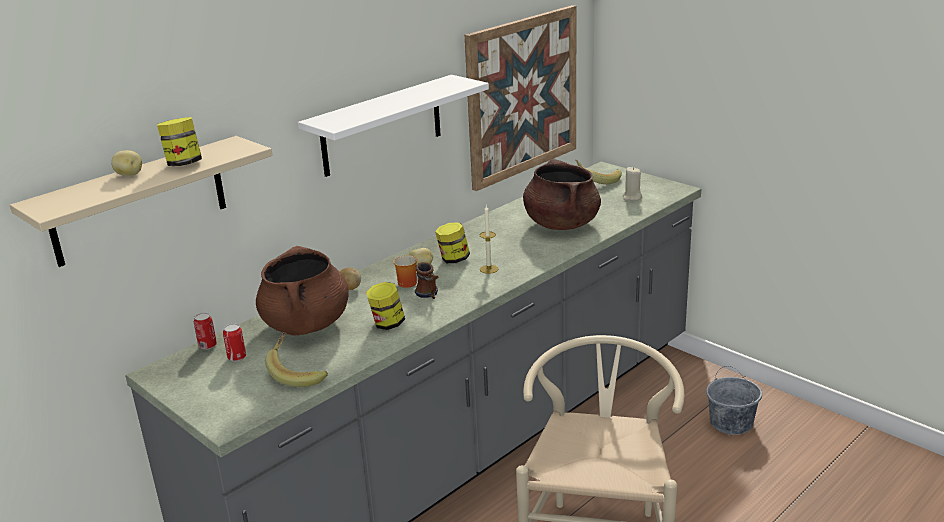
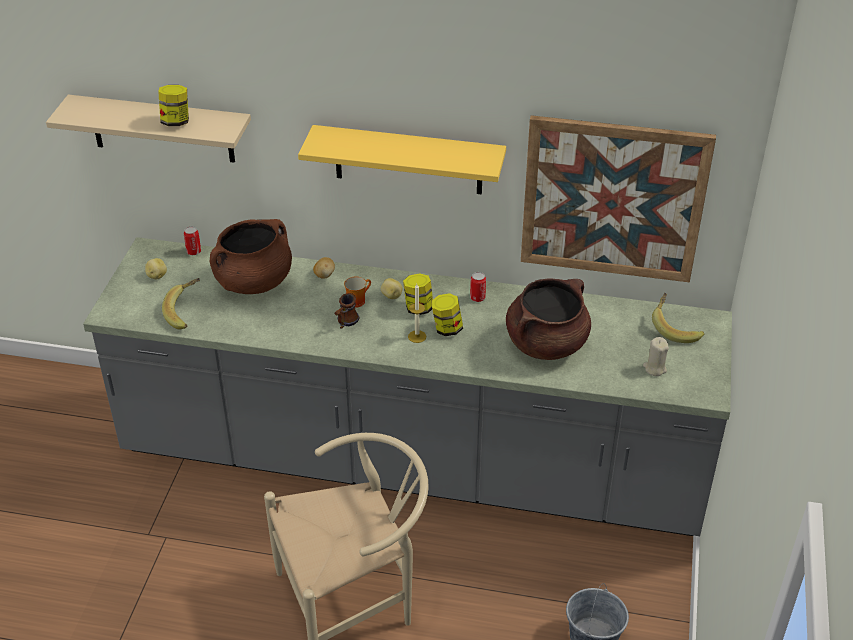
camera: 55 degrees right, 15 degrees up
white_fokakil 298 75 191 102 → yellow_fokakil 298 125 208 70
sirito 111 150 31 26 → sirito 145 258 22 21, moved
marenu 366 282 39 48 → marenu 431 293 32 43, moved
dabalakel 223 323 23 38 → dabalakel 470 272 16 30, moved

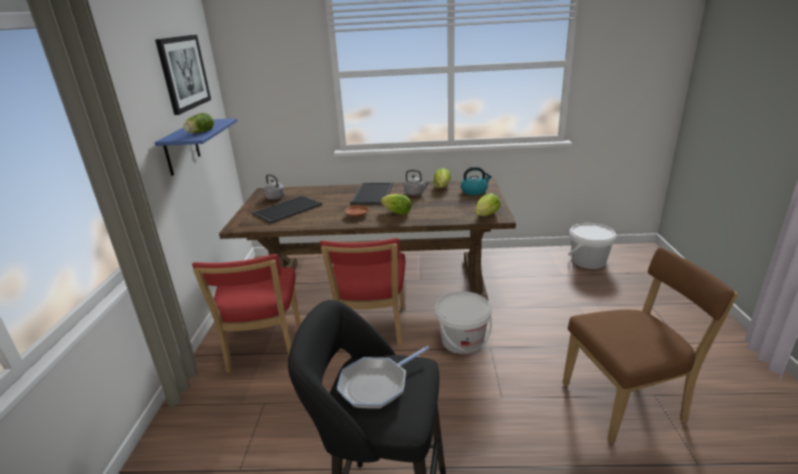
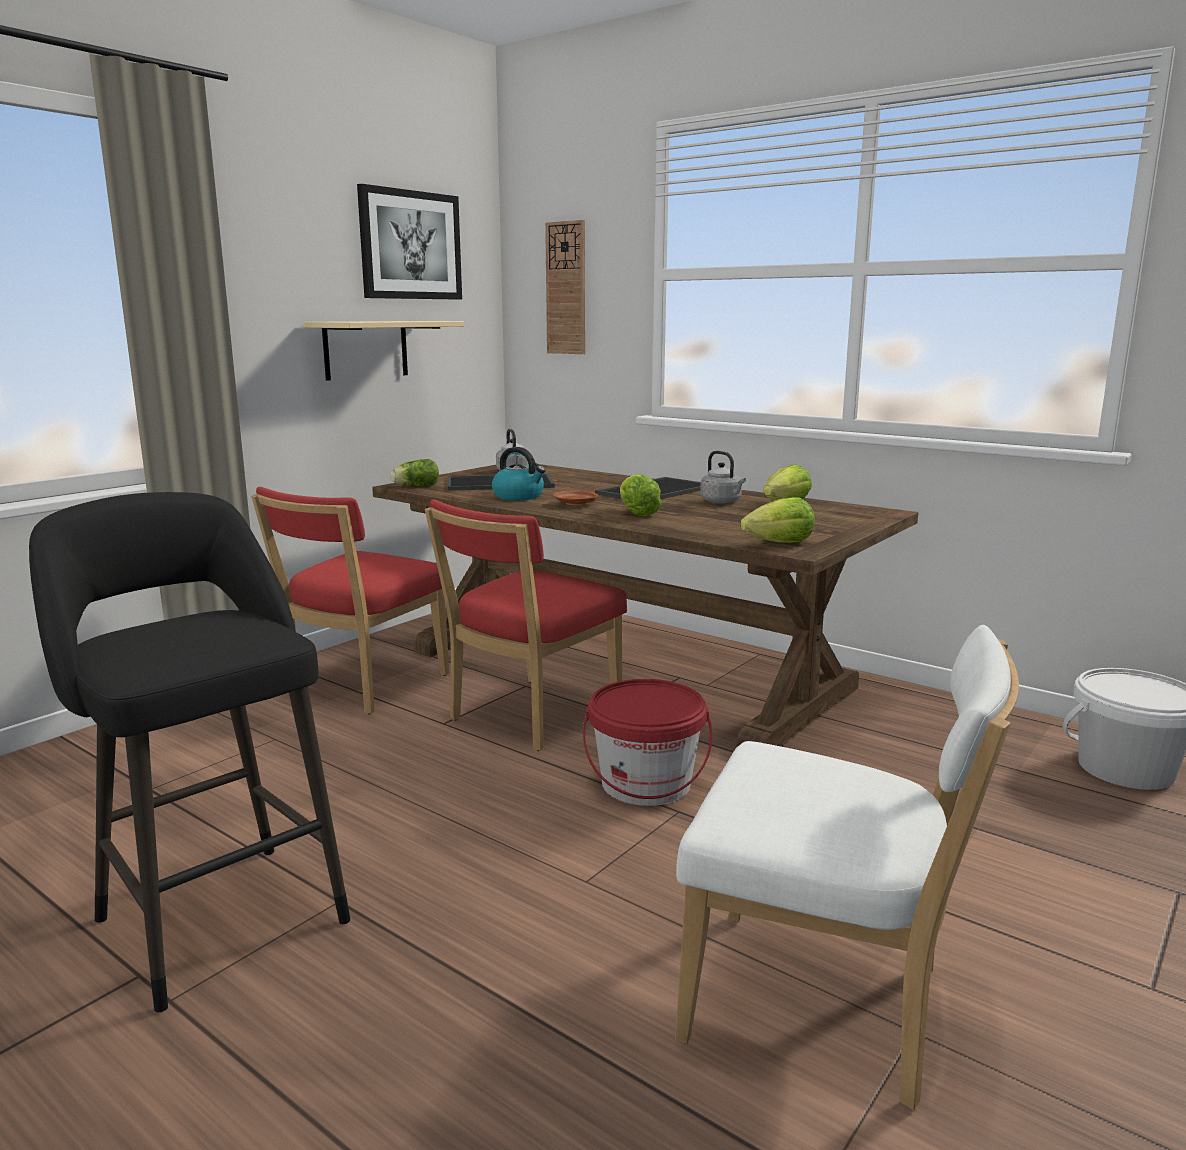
camera: 35 degrees right, 10 degrees down
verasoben 184 113 30 20 → verasoben 390 459 49 27, moved
blue_fokakil 155 118 82 58 → beige_fokakil 303 321 161 60
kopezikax 461 167 31 28 → kopezikax 492 447 54 53, moved
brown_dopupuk 563 247 175 197 → white_dopupuk 675 625 344 485
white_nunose 435 291 57 63 → red_nunose 583 679 129 127
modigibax 337 346 92 63 → -
- → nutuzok 545 220 40 134

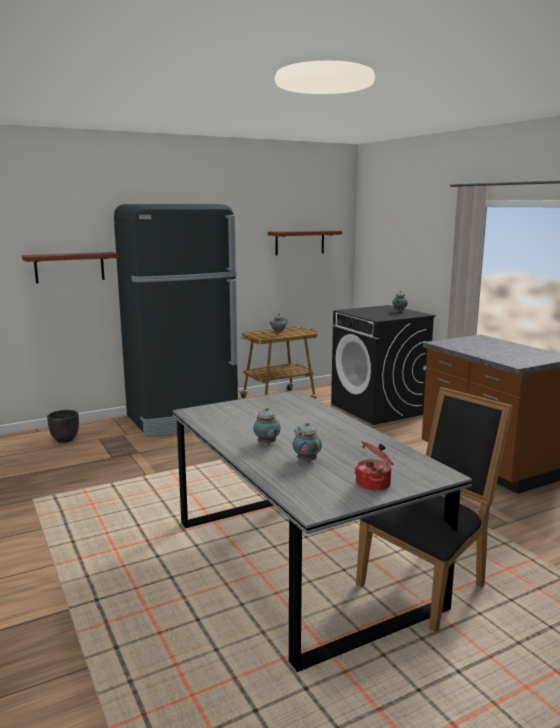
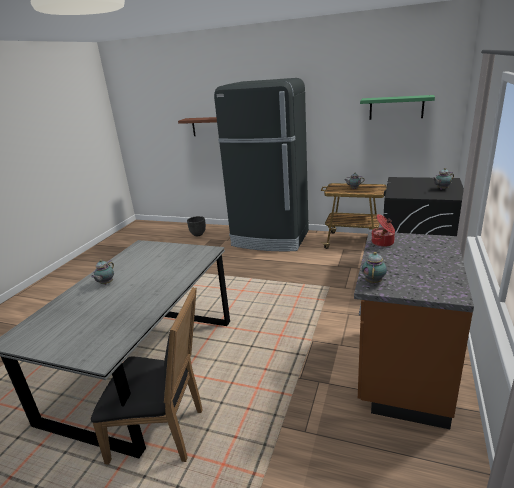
camera: 50 degrees right, 10 degrees up
brown_fokakil 268 230 74 26 → green_fokakil 360 95 75 25
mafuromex 293 422 29 41 → mafuromex 362 252 25 32, moved
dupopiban 355 441 38 50 → dupopiban 372 214 23 33, moved

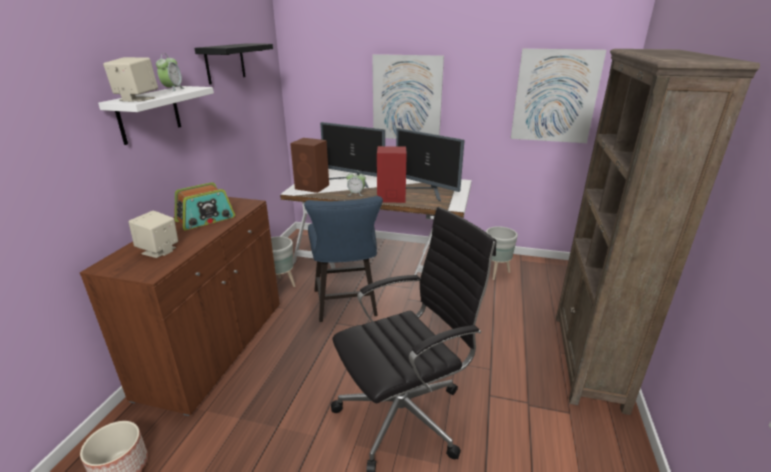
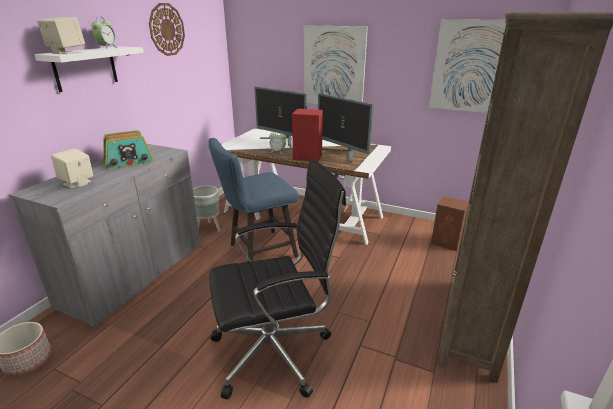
camera: 10 degrees right, 0 degrees up
black_fokakil 195 43 78 42 → nutuzok 149 3 36 53
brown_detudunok 290 138 39 55 → brown_detudunok 431 196 38 55, moved
blue_dopupuk 304 196 79 126 → blue_dopupuk 208 138 91 124, 60 degrees clockwise
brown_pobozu 80 197 200 219 → grey_pobozu 8 144 193 183
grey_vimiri 486 226 32 54 → -

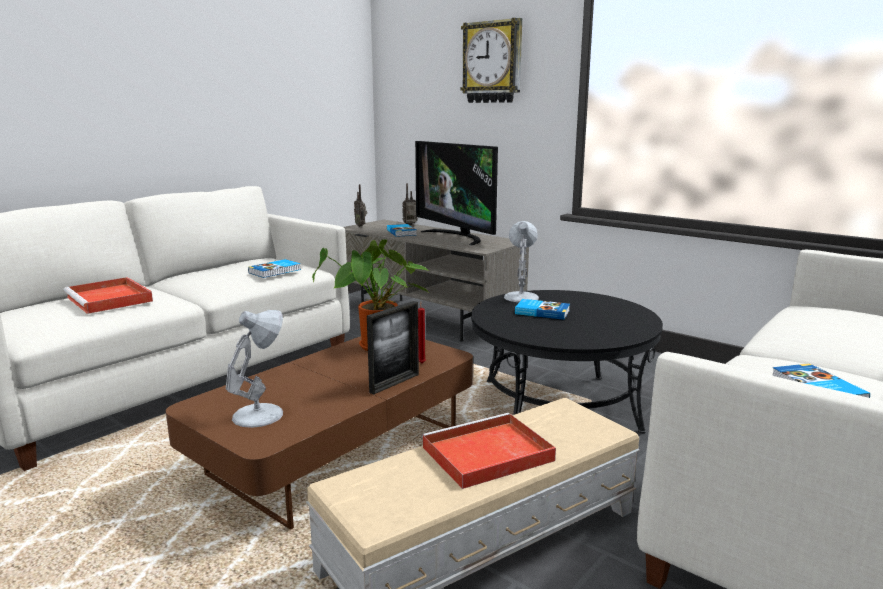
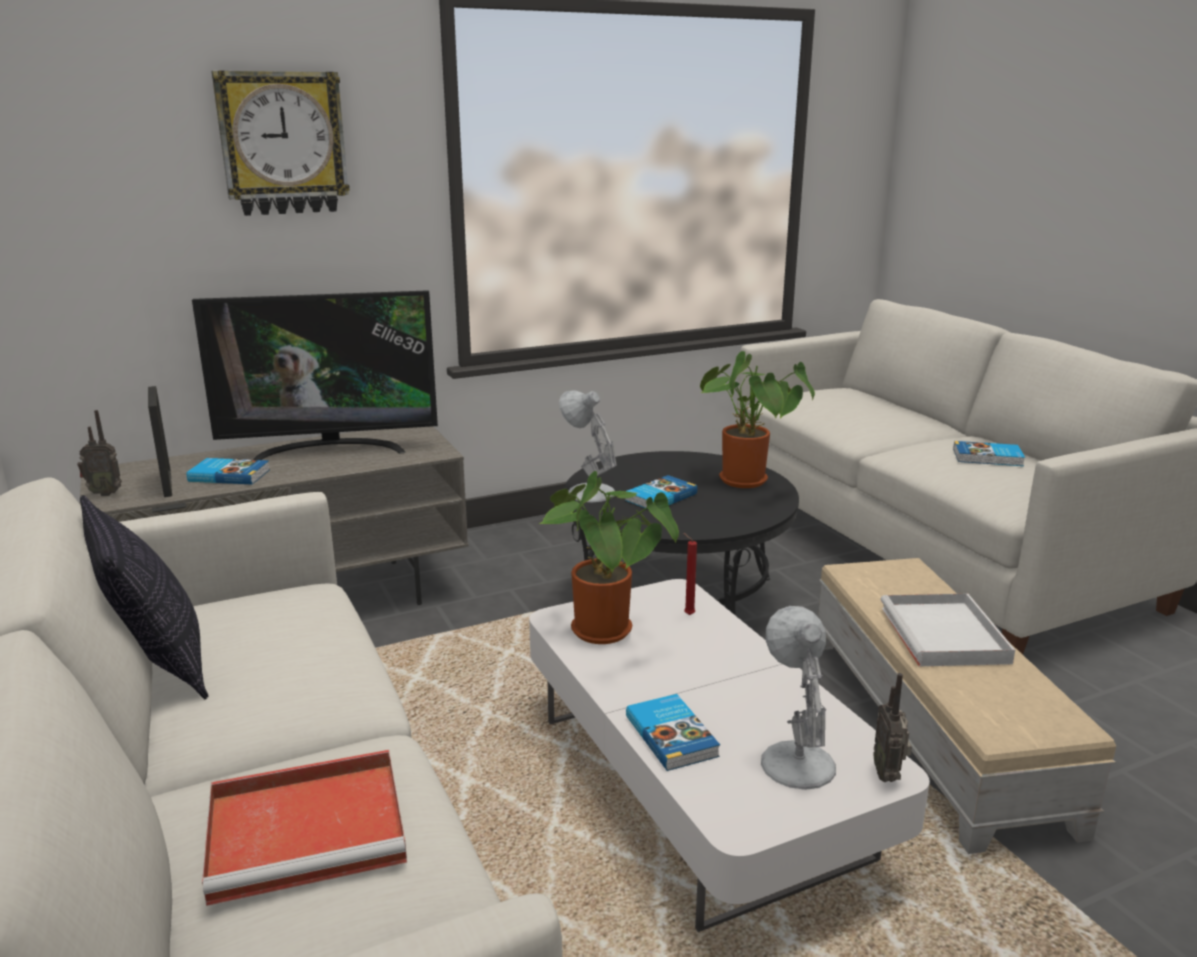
camera: 65 degrees left, 5 degrees up
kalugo 402 183 16 42 → kalugo 873 673 39 109, moved
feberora 248 259 53 19 → feberora 626 694 94 77, moved
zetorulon 367 301 52 94 → zetorulon 148 386 24 111, moved
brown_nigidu 166 336 307 194 → white_nigidu 529 579 401 353
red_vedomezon 421 413 135 76 → white_vedomezon 881 594 134 72
- → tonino 700 351 115 137
- → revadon 80 495 128 204

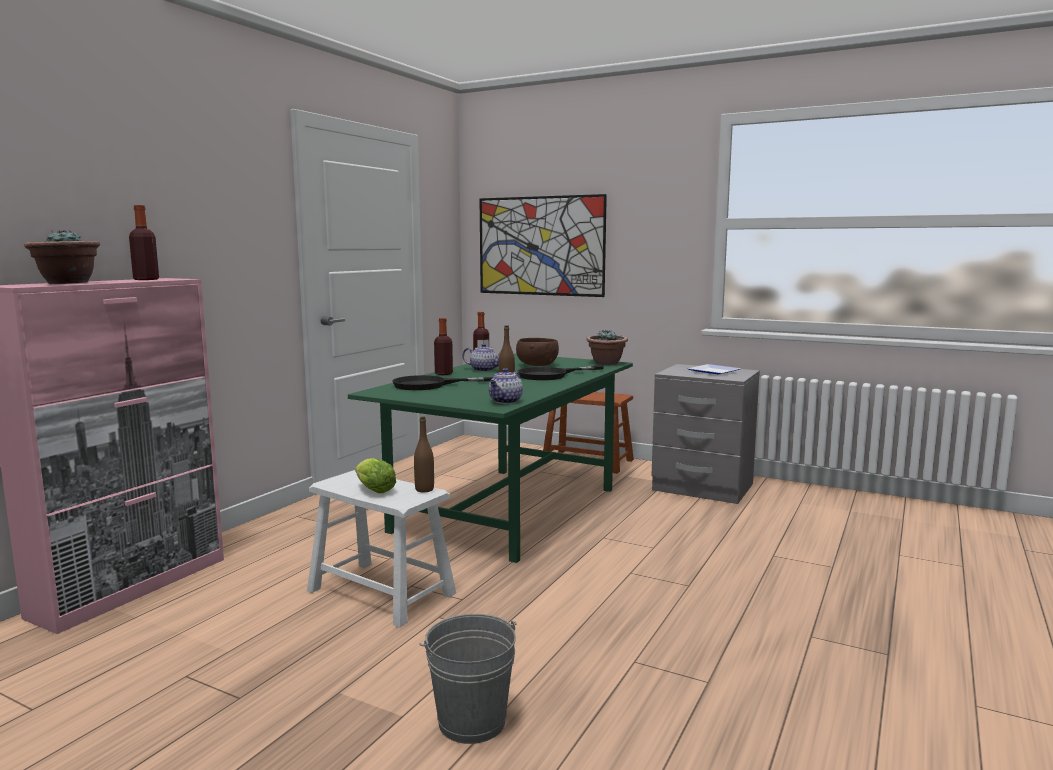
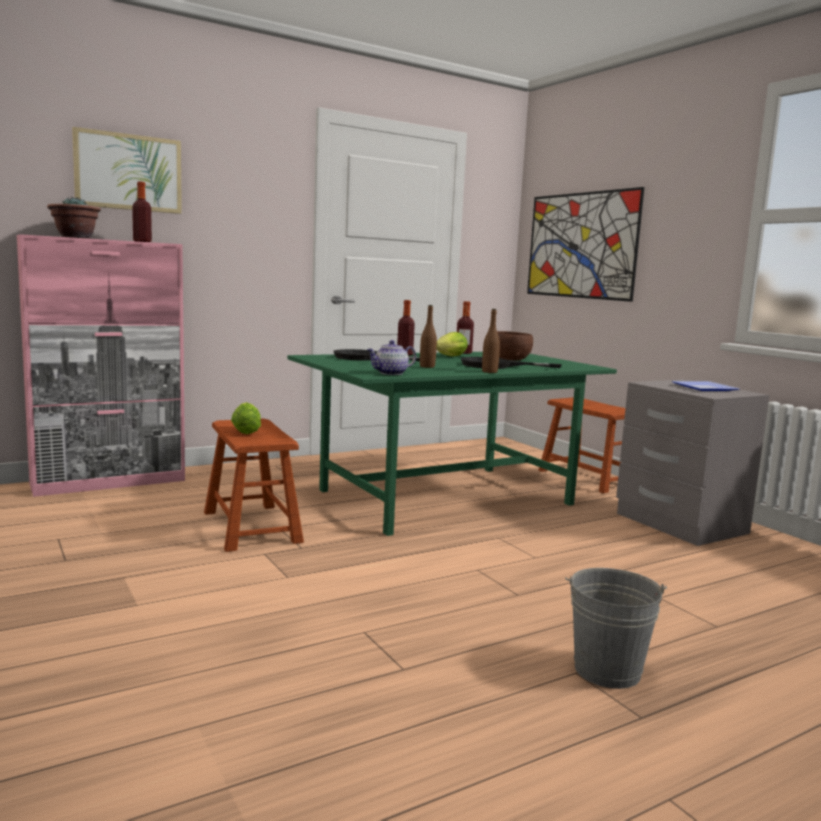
camera: 30 degrees right, 0 degrees up
tonino 586 330 42 35 → -
mafuromex 462 343 39 29 → verasoben 436 332 32 24
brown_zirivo 414 417 20 75 → brown_zirivo 482 309 18 64, moved
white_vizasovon 307 470 149 157 → brown_vizasovon 204 419 100 133
grey_nunose 419 614 98 130 → grey_nunose 565 568 102 121, moved
- → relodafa 72 127 110 87

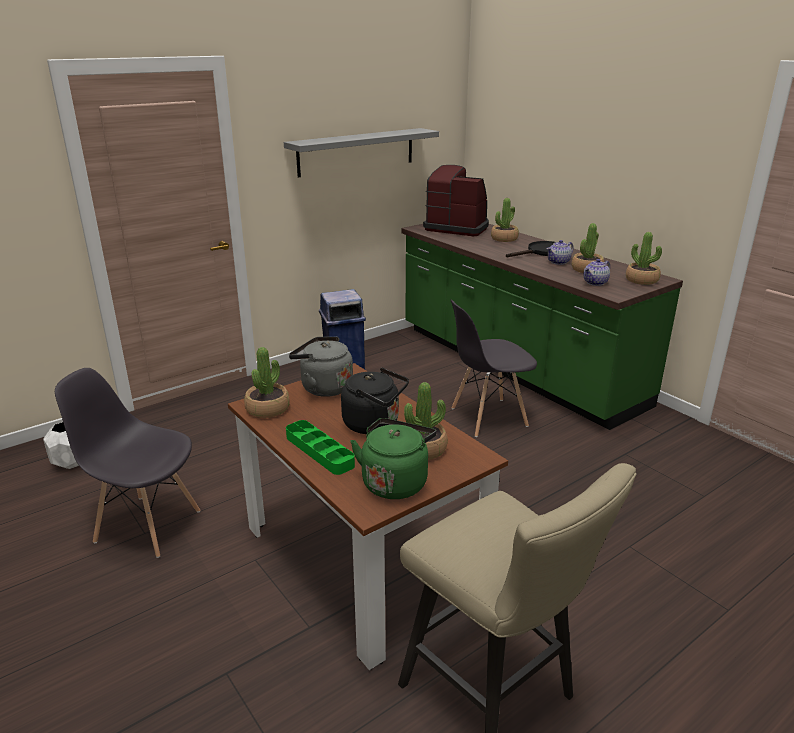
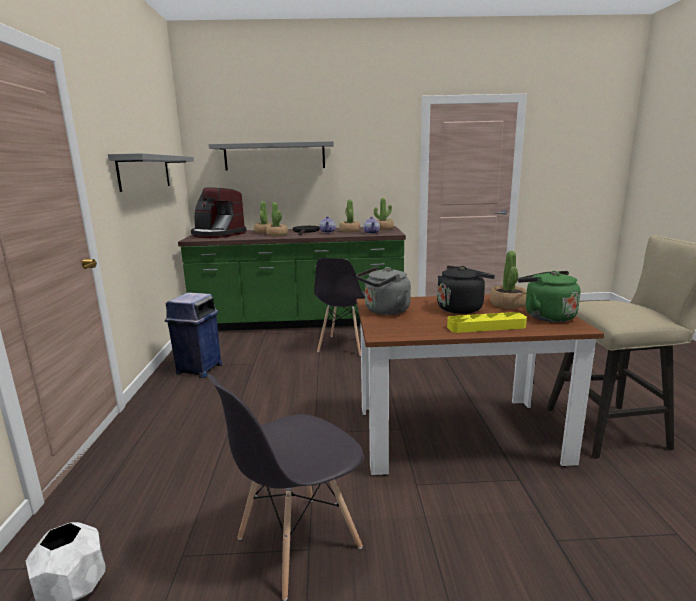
camera: 55 degrees left, 10 degrees down
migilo 423 165 66 71 → migilo 191 187 56 51, 120 degrees counterclockwise
tonino 244 347 46 71 → tonino 266 202 22 34, moved
green_vedomezon 286 420 69 55 → yellow_vedomezon 447 312 80 21
- → grey_fokakil 209 141 125 29

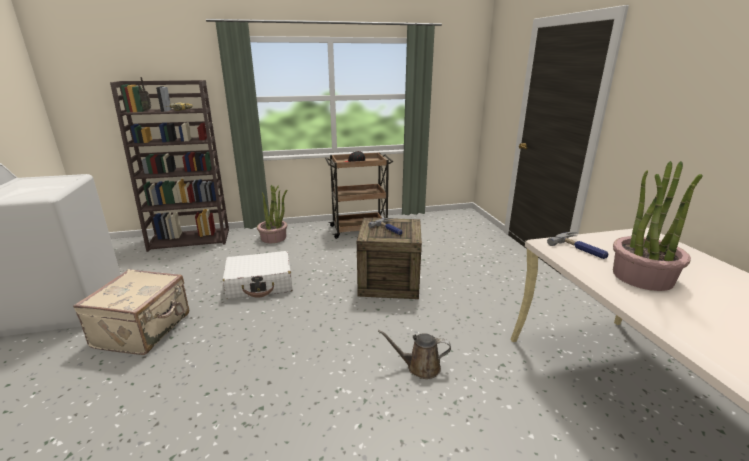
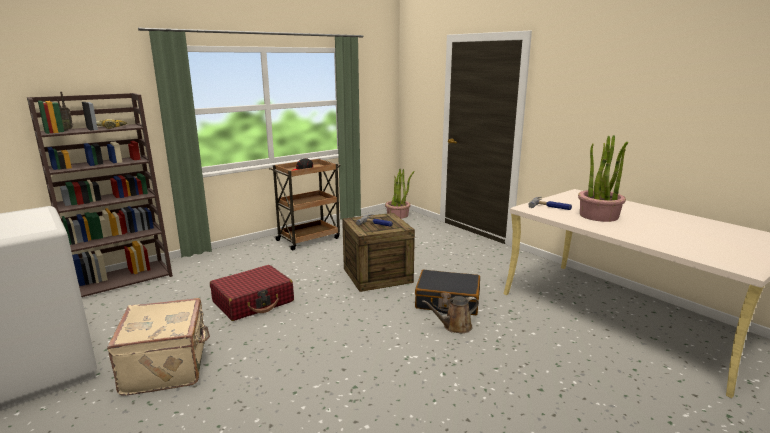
camera: 25 degrees left, 5 degrees down
tonino 257 185 30 58 → tonino 385 169 30 50, moved
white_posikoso 223 251 69 48 → red_posikoso 210 265 84 56
- → black_posikoso 415 269 65 46

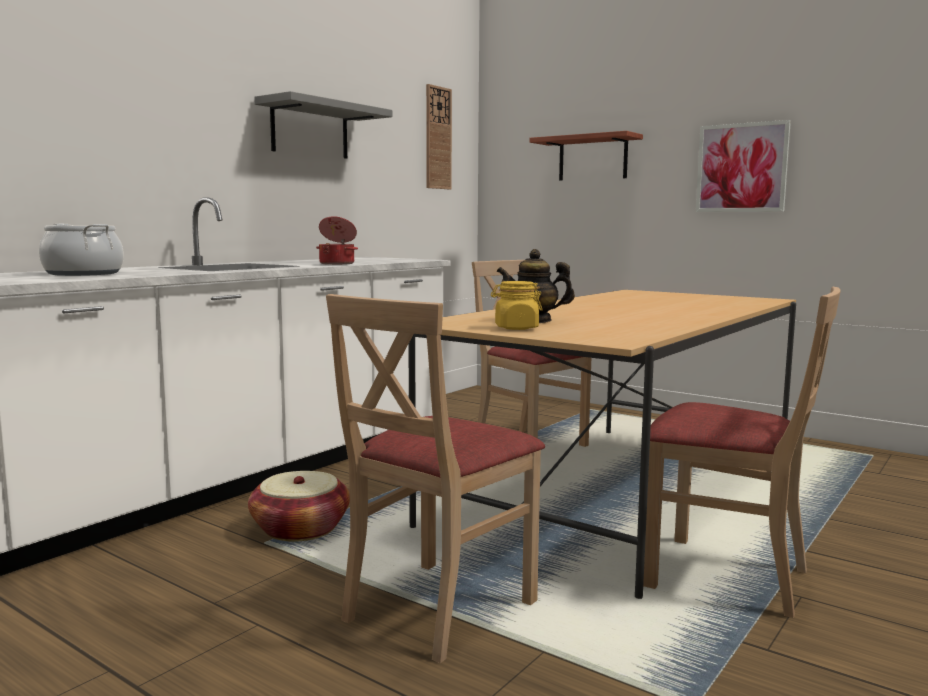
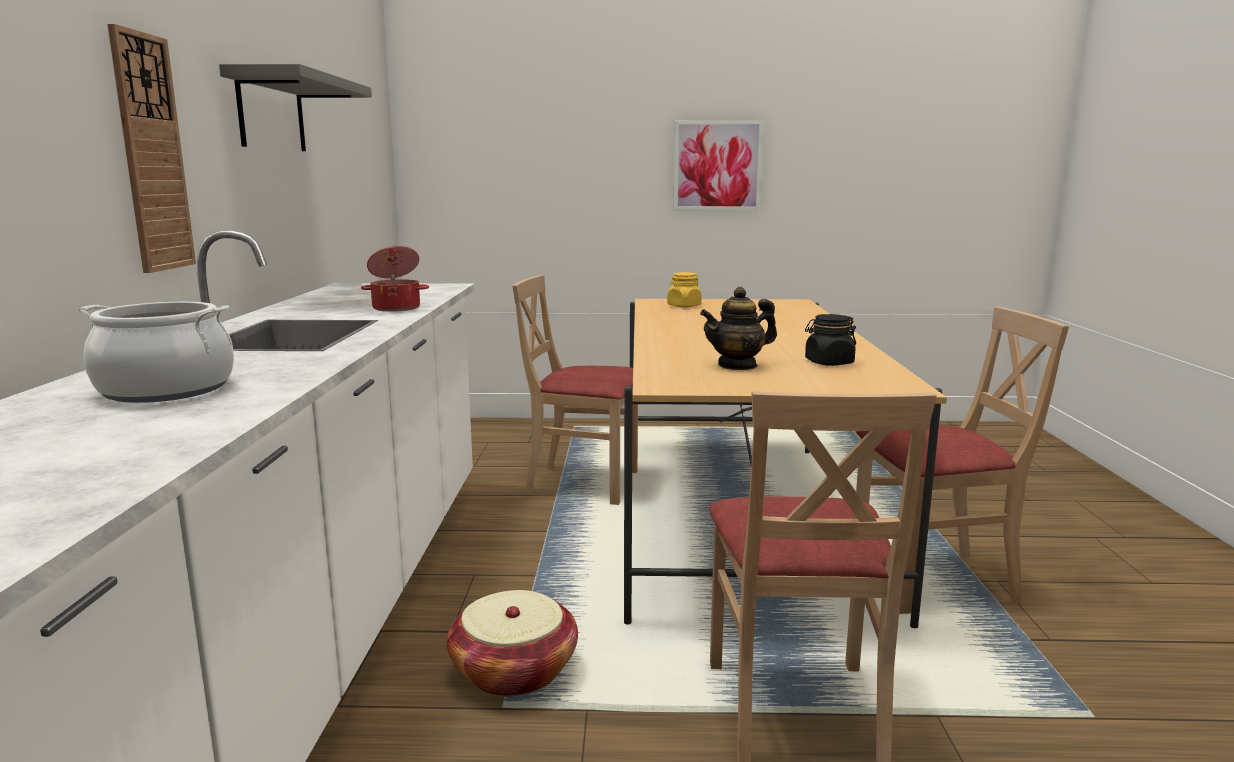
camera: 35 degrees left, 5 degrees up
nutuzok 426 84 26 105 → nutuzok 107 24 89 249, moved
fokakil 529 131 114 50 → -
yellow_marenu 491 281 52 49 → yellow_marenu 667 272 35 35, moved
- → black_marenu 805 314 51 52

